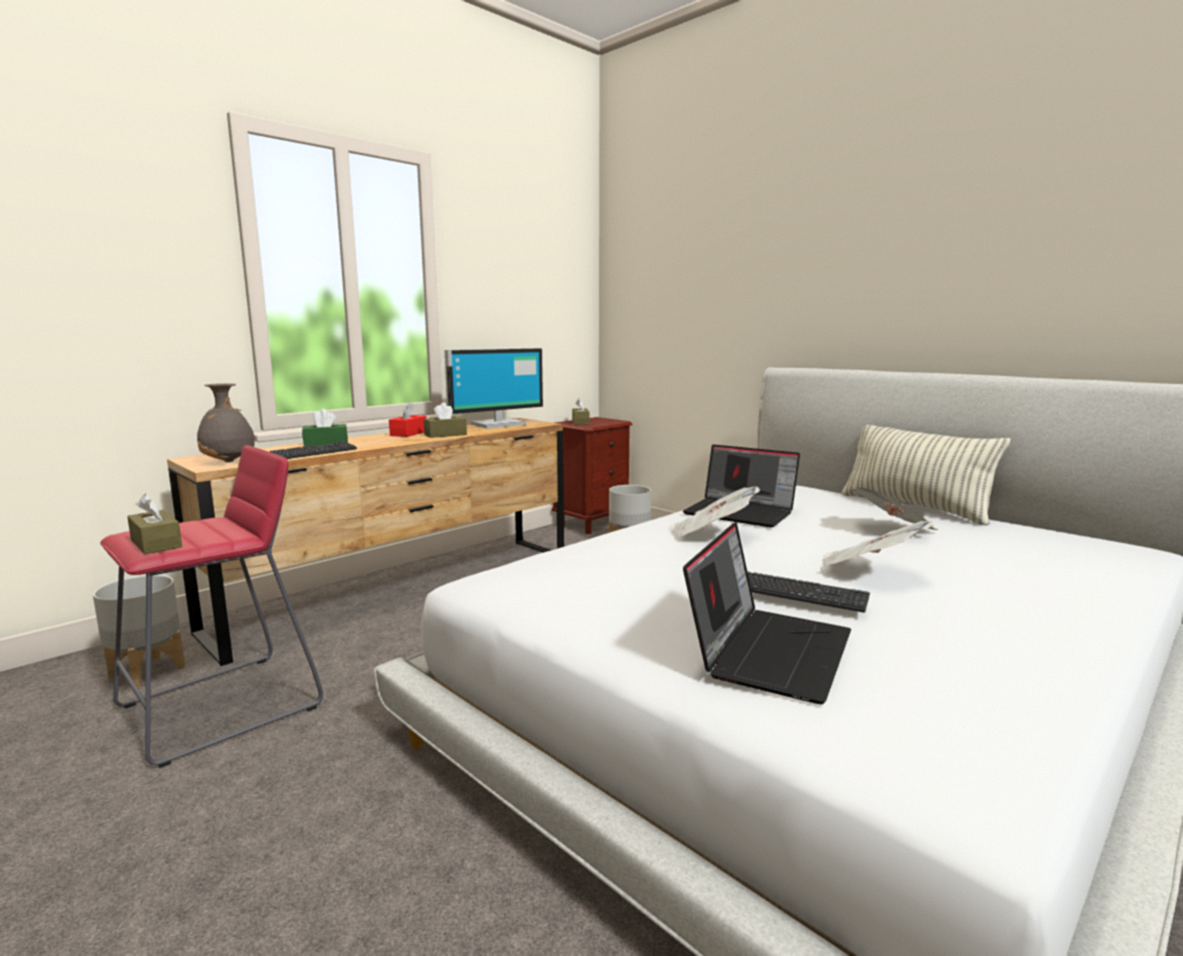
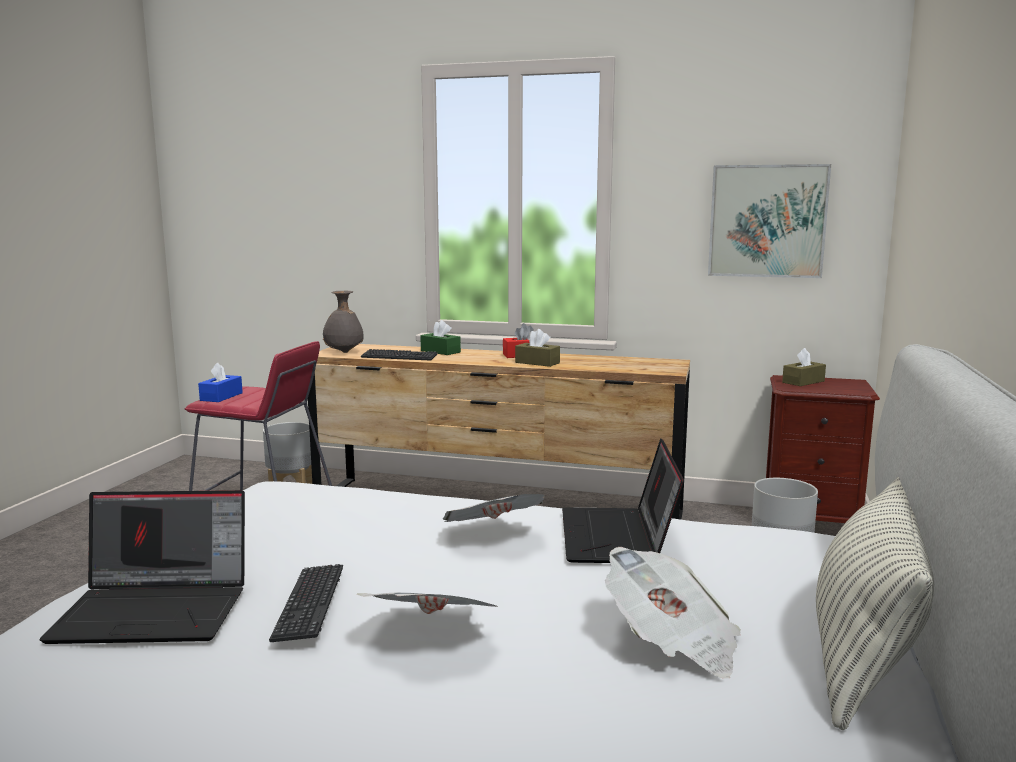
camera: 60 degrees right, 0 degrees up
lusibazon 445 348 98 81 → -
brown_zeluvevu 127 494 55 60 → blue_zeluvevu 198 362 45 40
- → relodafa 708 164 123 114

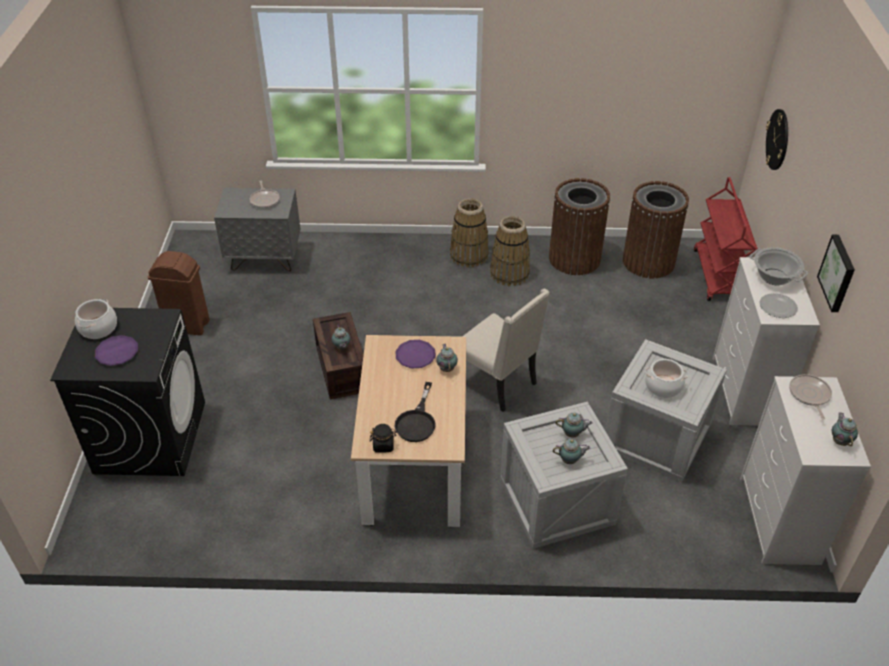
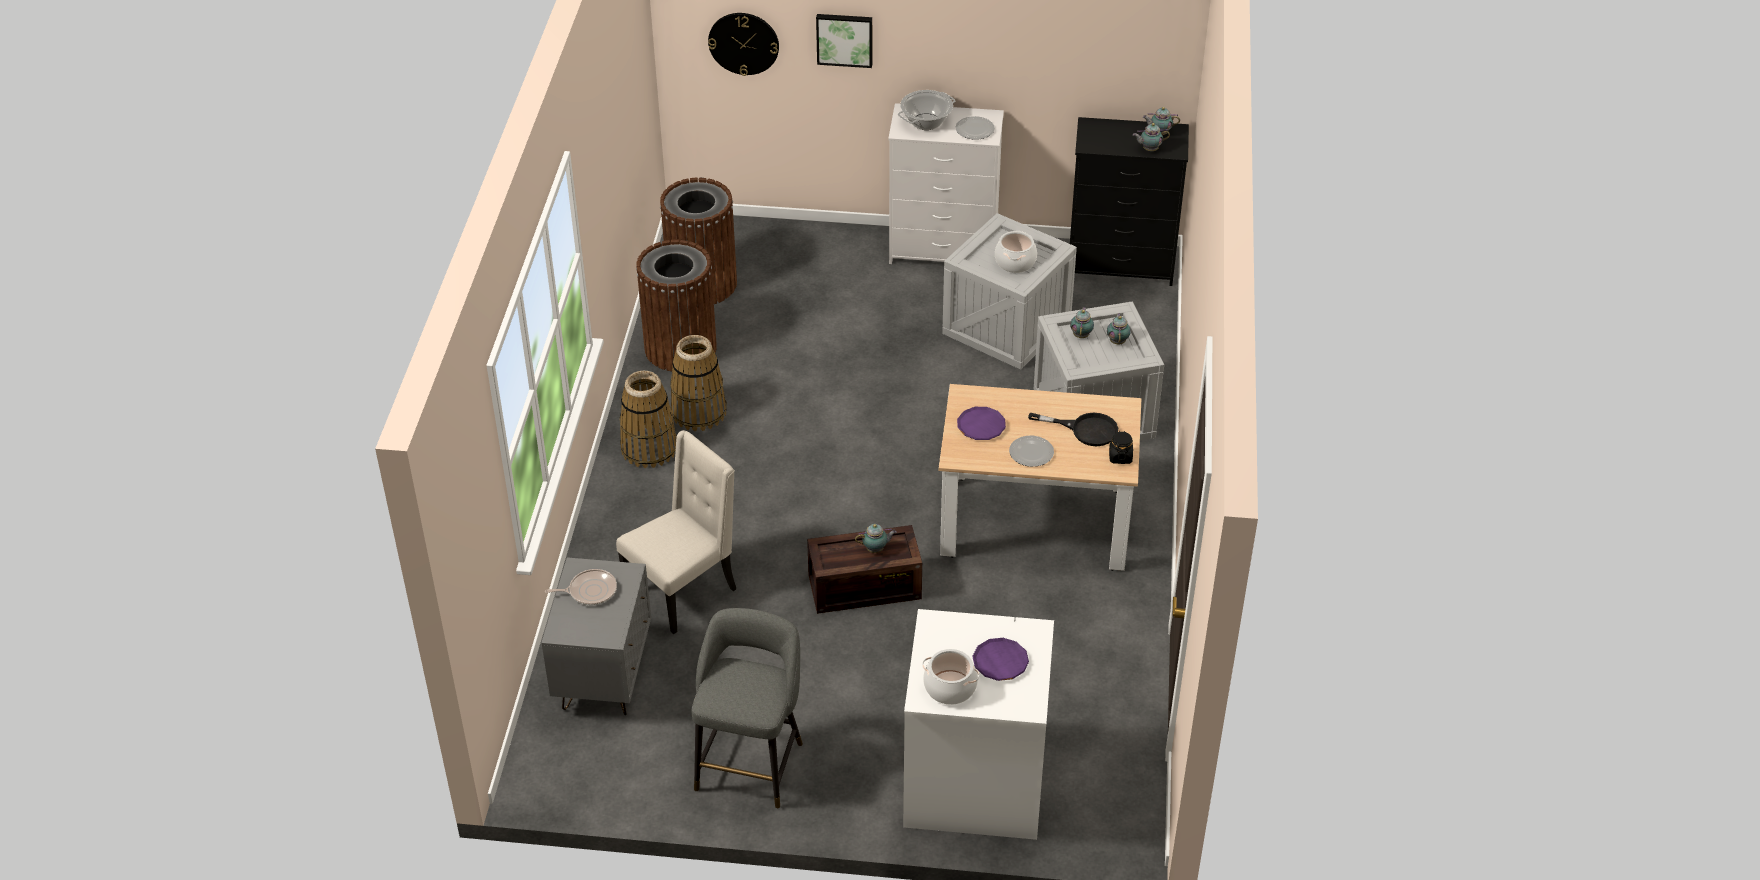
camera: 85 degrees left, 0 degrees up
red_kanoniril 694 177 64 124 → -
relodafa 817 235 38 77 → relodafa 816 14 56 54, moved
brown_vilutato 148 251 62 85 → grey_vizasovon 692 608 111 200
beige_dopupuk 462 289 88 123 → beige_dopupuk 616 430 120 204, moved
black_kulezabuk 50 308 155 168 → white_kulezabuk 903 609 151 231
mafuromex 436 344 22 28 → mafuromex 1133 123 37 28, moved
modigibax 789 374 43 46 → -
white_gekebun 740 376 131 189 → black_gekebun 1070 117 119 169
- → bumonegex 1009 436 45 31

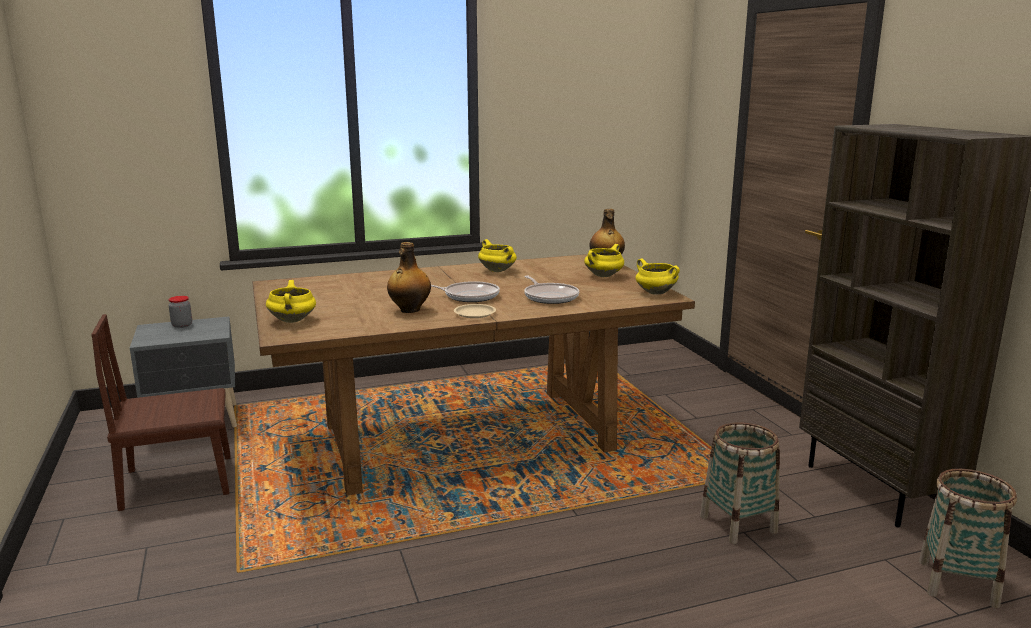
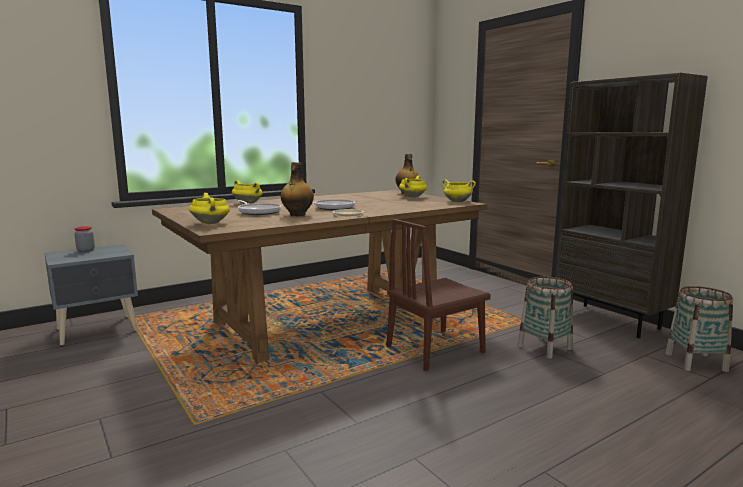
camera: 15 degrees left, 5 degrees down
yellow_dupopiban 478 239 39 33 → yellow_dupopiban 232 180 31 24, moved
modigibax 524 276 55 28 → modigibax 238 200 44 15, moved
brown_dopupuk 91 314 140 197 → brown_dopupuk 386 219 105 152, moved

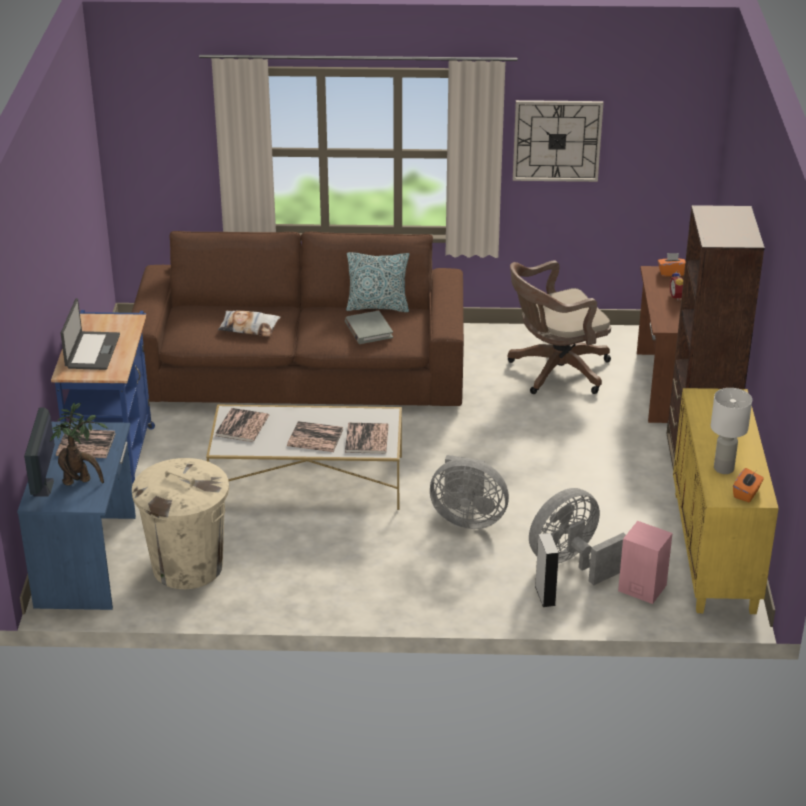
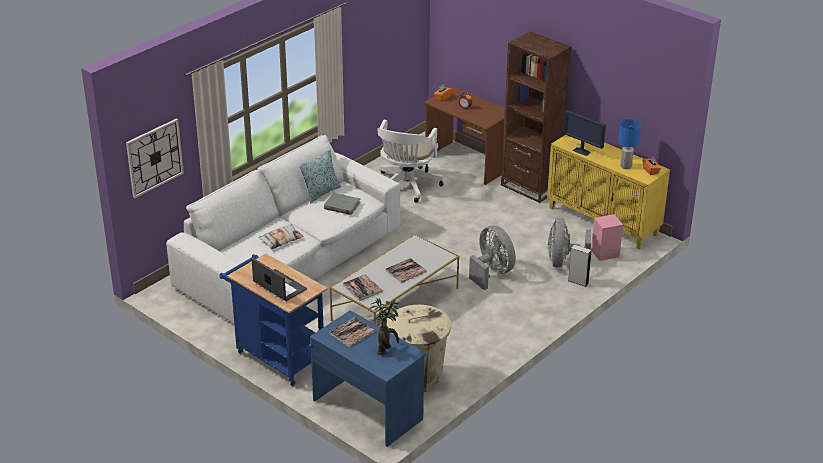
camera: 50 degrees left, 0 degrees up
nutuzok 513 100 90 82 → nutuzok 126 118 58 80, moved
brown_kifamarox 131 231 333 175 → white_kifamarox 166 135 234 189
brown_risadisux 508 260 103 134 → white_risadisux 377 120 66 82
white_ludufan 711 388 41 86 → blue_ludufan 618 119 23 50
lusibazon 24 407 31 90 → lusibazon 563 110 43 46, moved
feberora 345 423 44 31 → -
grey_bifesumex 430 455 79 74 → grey_bifesumex 469 225 47 65, 90 degrees counterclockwise

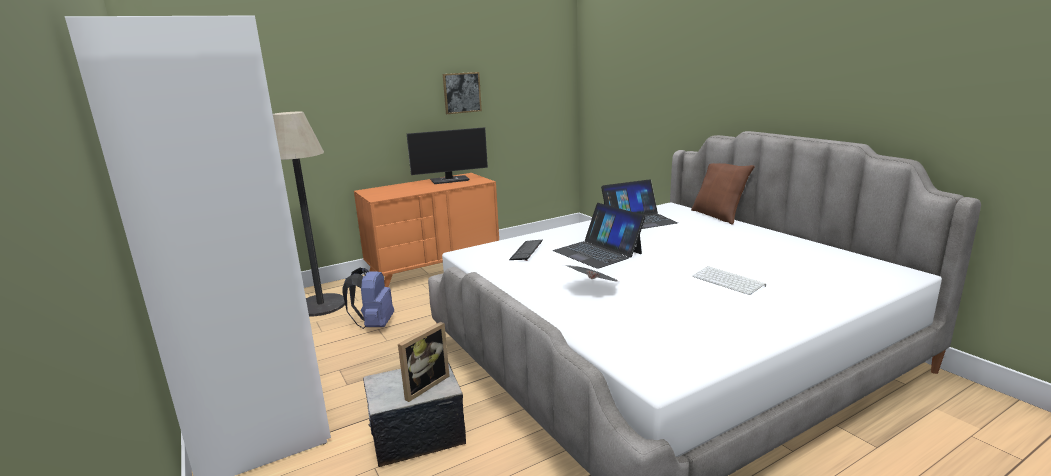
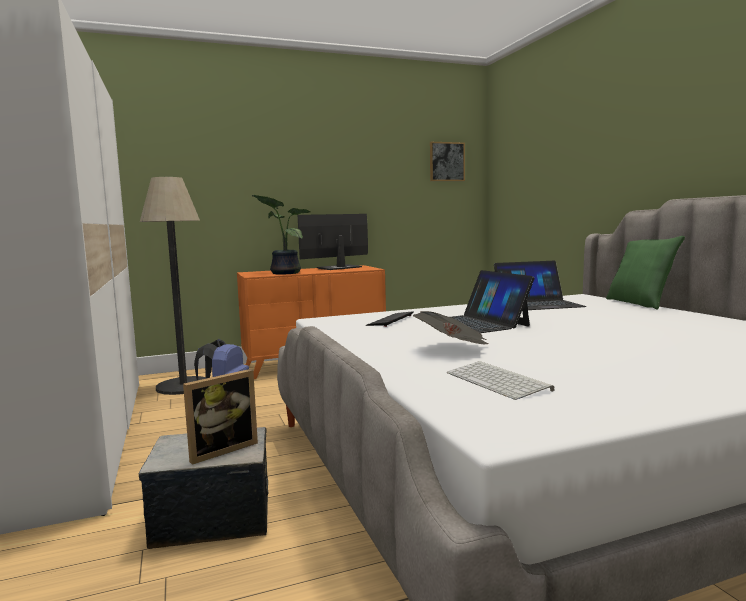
camera: 10 degrees right, 10 degrees down
relodafa 443 72 39 42 → relodafa 430 142 35 39, moved
lusibazon 407 127 81 57 → lusibazon 298 214 70 56, 150 degrees clockwise
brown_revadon 691 163 64 62 → green_revadon 606 236 79 73
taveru 692 266 74 29 → taveru 447 361 108 39, moved
- → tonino 251 195 59 80

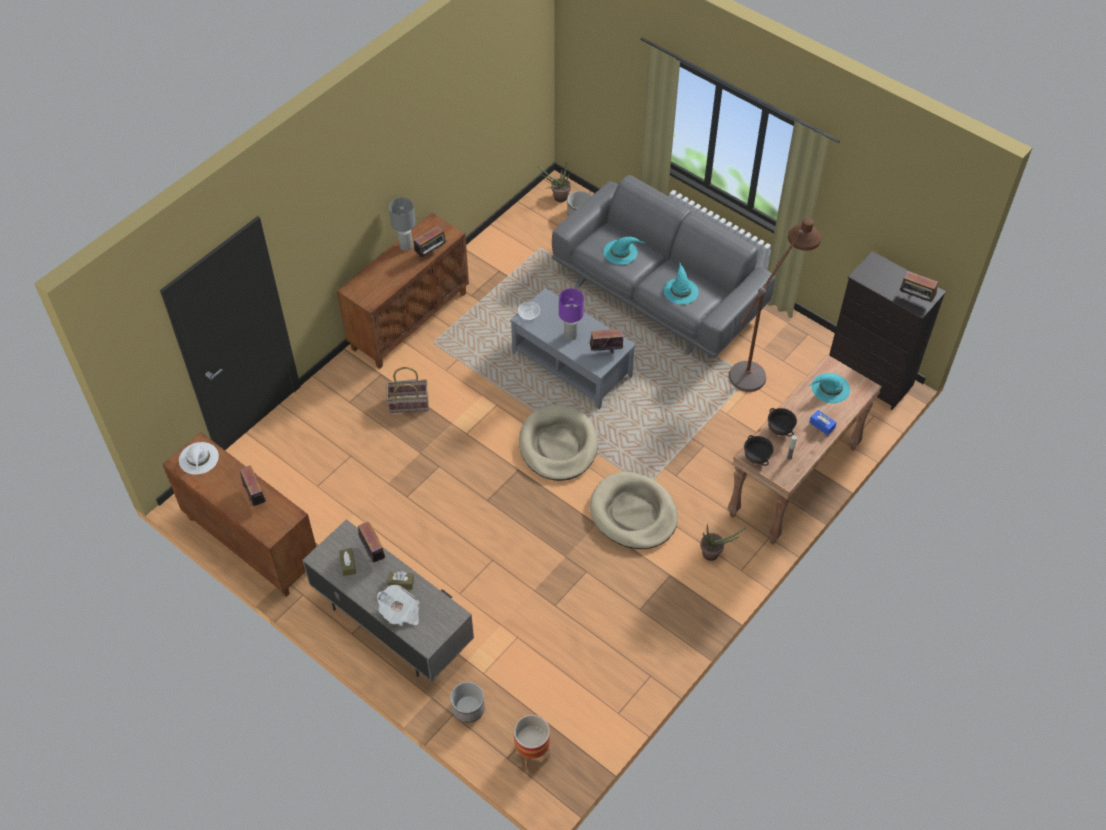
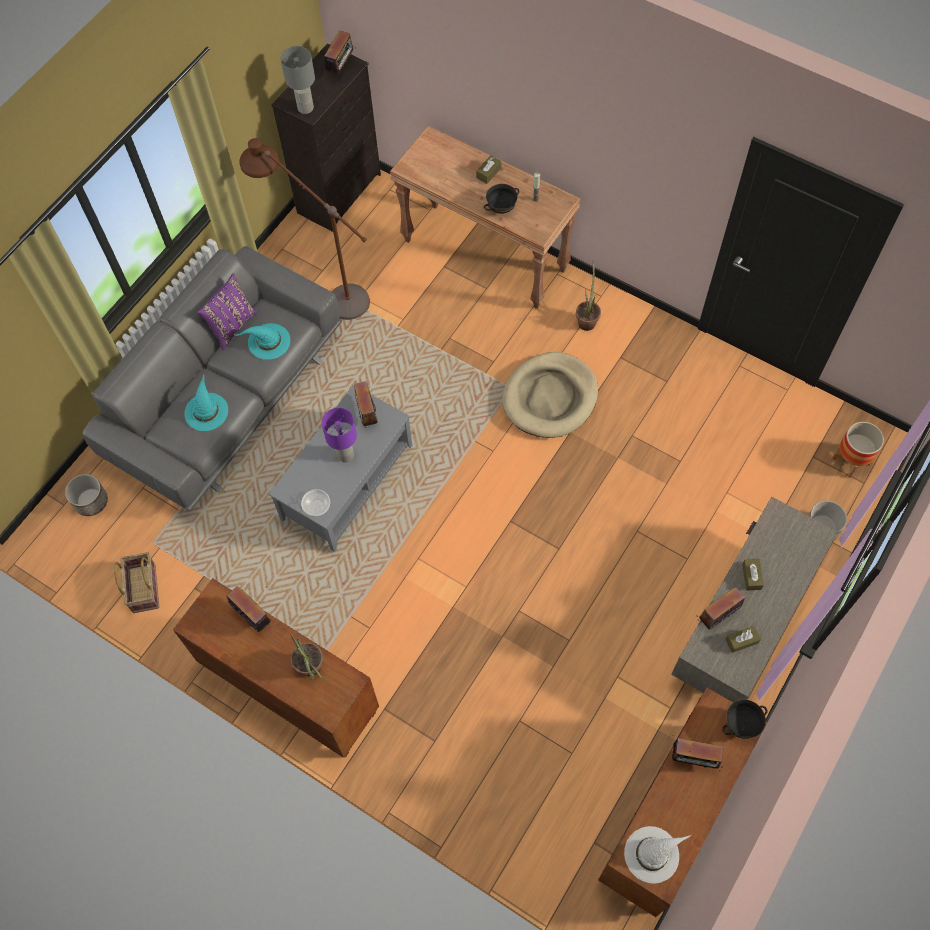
camera: 95 degrees left, 10 degrees up
tonino 538 158 33 44 → tonino 290 633 33 46, moved
grey_ludufan 389 198 27 53 → grey_ludufan 280 46 35 68, moved
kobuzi 386 367 43 46 → kobuzi 114 552 45 61, moved
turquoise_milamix 809 373 41 31 → -
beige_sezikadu 519 404 79 77 → -
blue_zeluvevu 809 410 28 25 → brown_zeluvevu 476 155 25 29
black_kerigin 744 435 30 31 → black_kerigin 722 700 46 39, moved
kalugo 240 466 26 41 → kalugo 672 738 52 33, 135 degrees counterclockwise
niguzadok 377 585 42 41 → -
- → purple_revadon 197 273 61 77

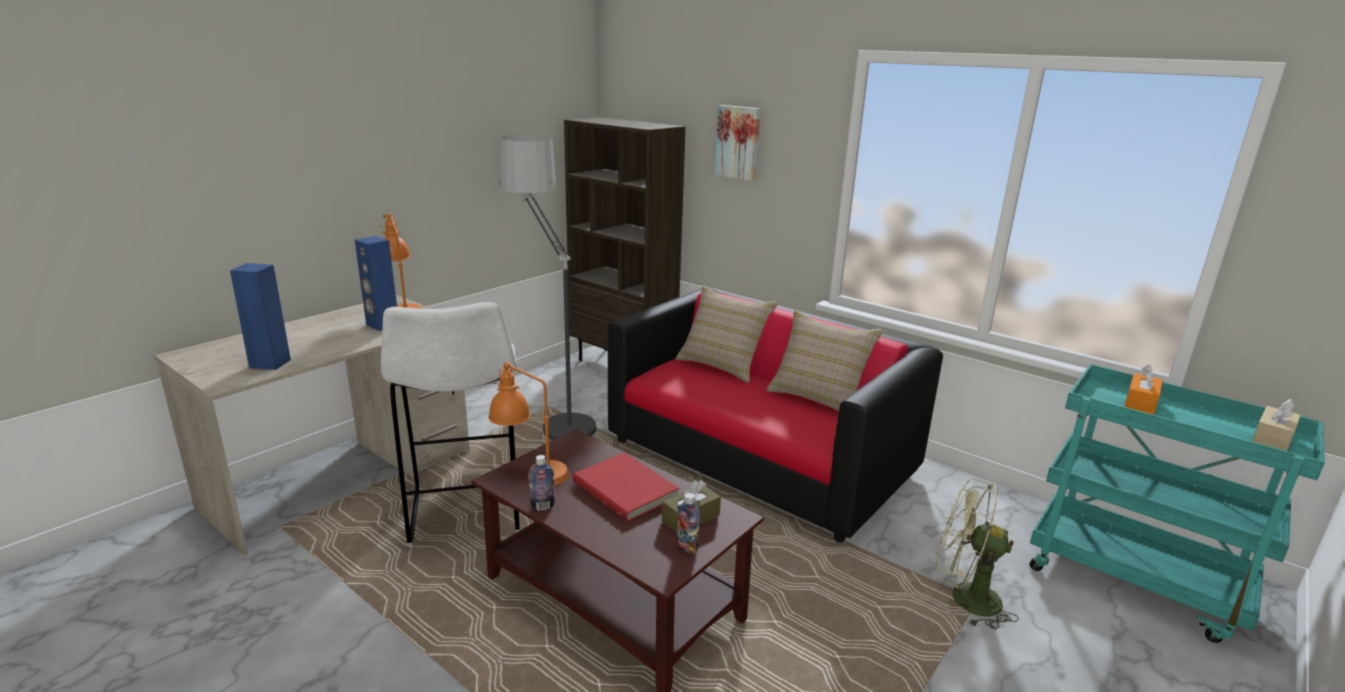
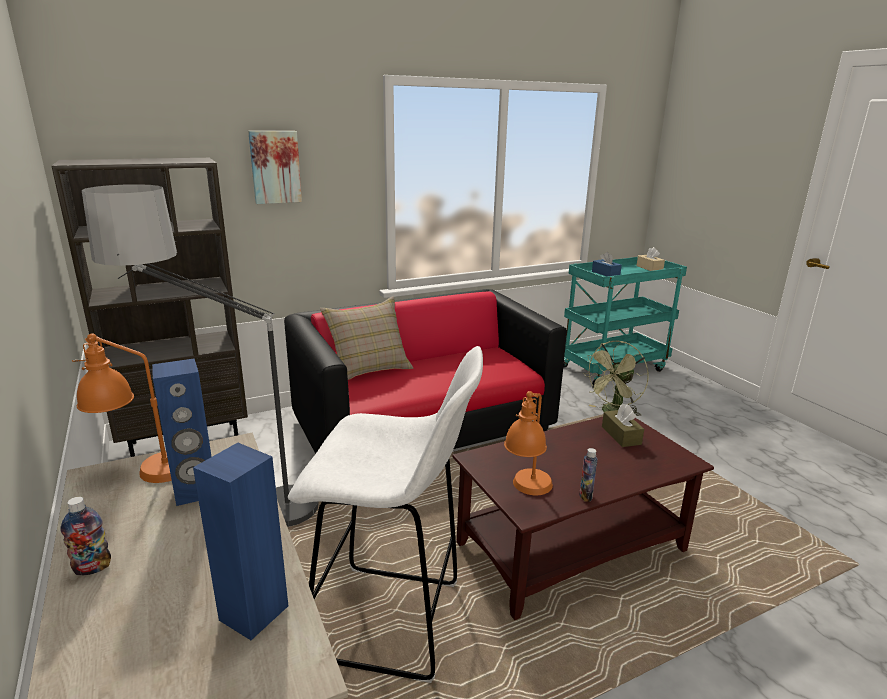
camera: 65 degrees left, 0 degrees up
beige_revadon 766 309 118 103 → -
orange_zeluvevu 1124 365 39 50 → blue_zeluvevu 592 252 30 24
red_feberora 573 453 106 69 → -
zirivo 677 493 23 61 → zirivo 60 497 51 78, moved

